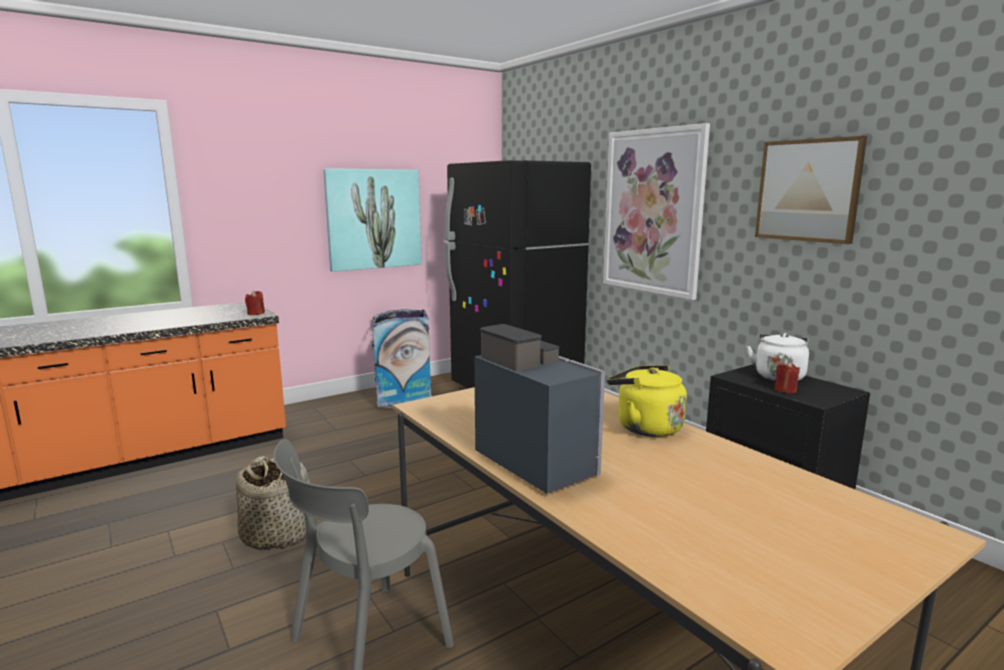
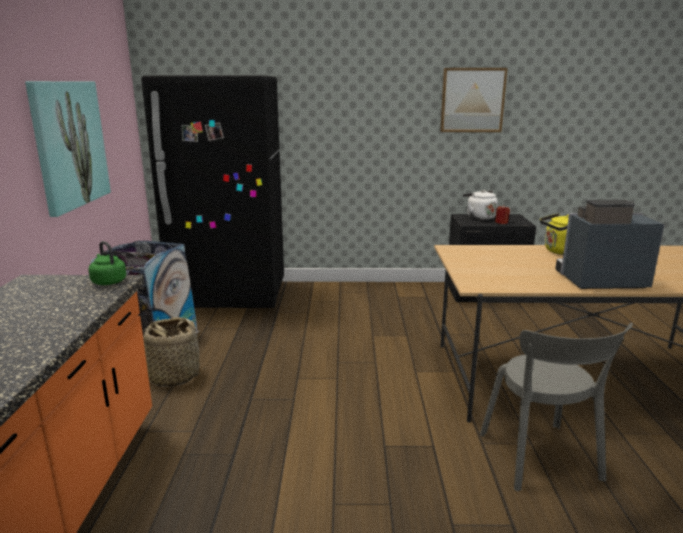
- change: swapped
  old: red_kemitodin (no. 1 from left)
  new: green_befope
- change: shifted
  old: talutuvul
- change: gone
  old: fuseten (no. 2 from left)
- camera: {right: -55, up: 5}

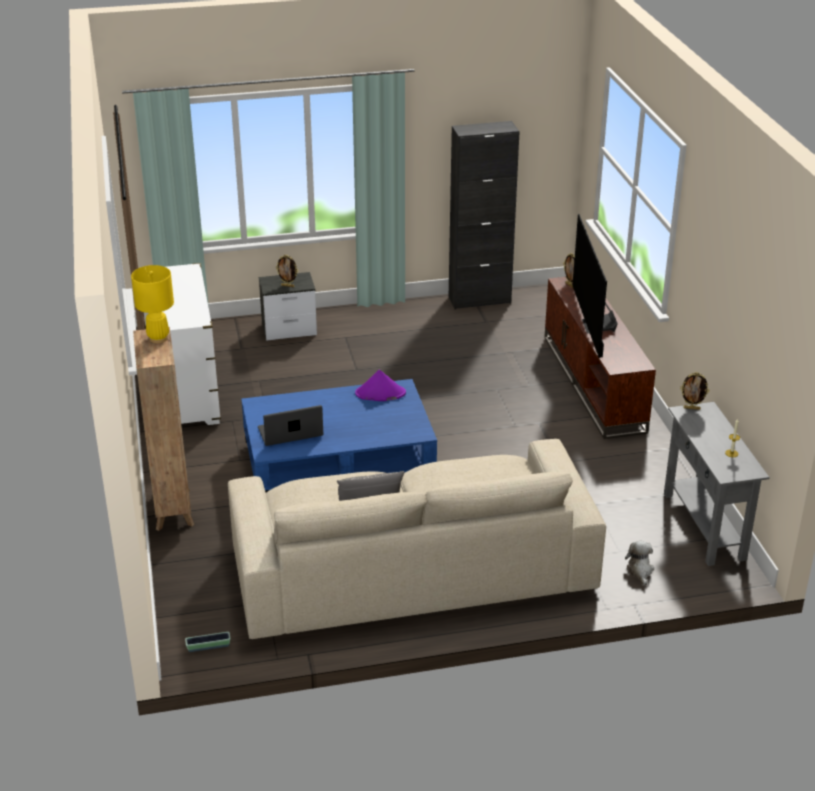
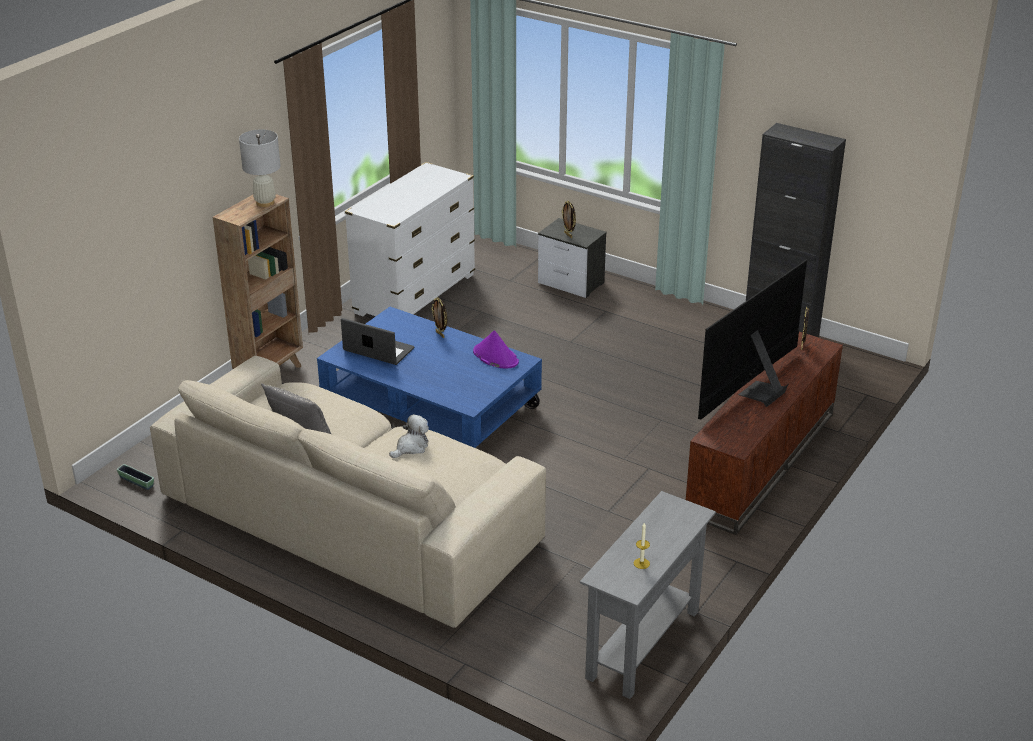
- change: repainted
  old: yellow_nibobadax
  new: white_nibobadax
- change: shifted
  old: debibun
- change: shifted
  old: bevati (no. 3 from left in the first image)
  new: bevati (no. 1 from left)
- camera: {right: 45, up: 0}

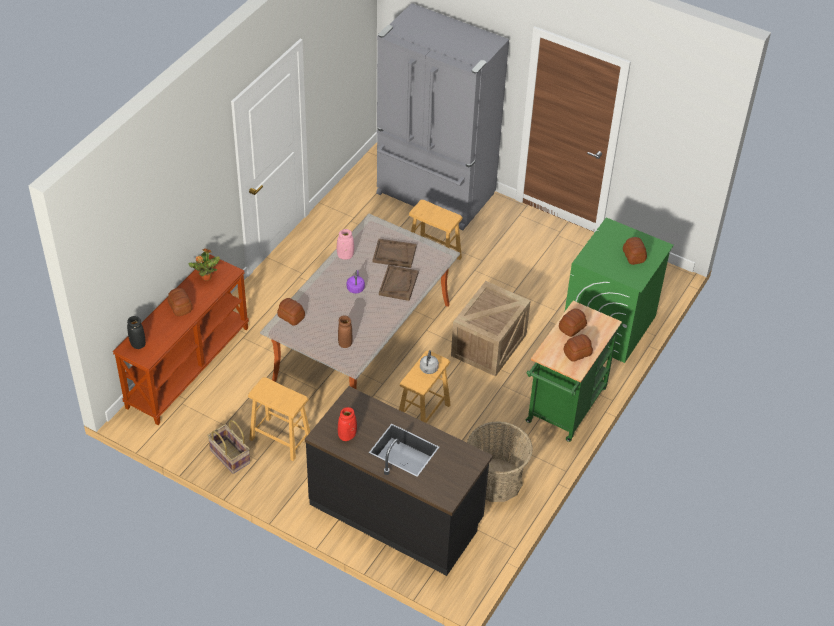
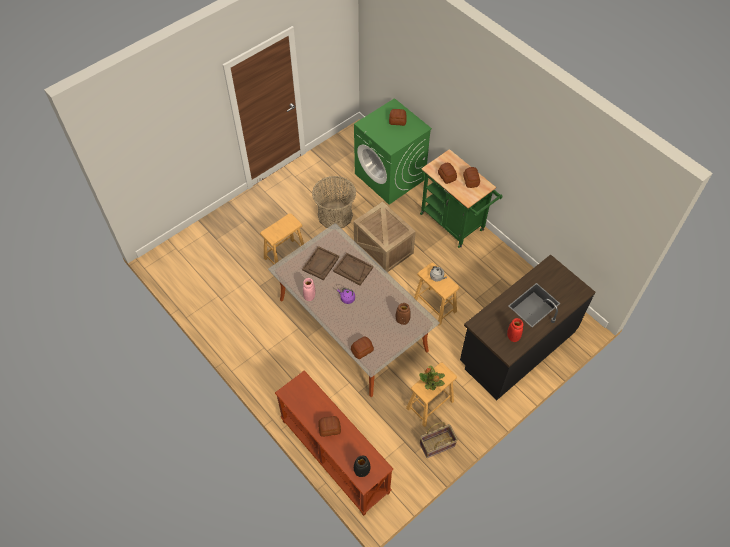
- change: shifted
  old: talutuvul (no. 2 from left in the first image)
  new: talutuvul (no. 1 from left)
- change: shifted
  old: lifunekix
- change: gone
  old: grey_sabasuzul
- camera: {right: -70, up: 10}

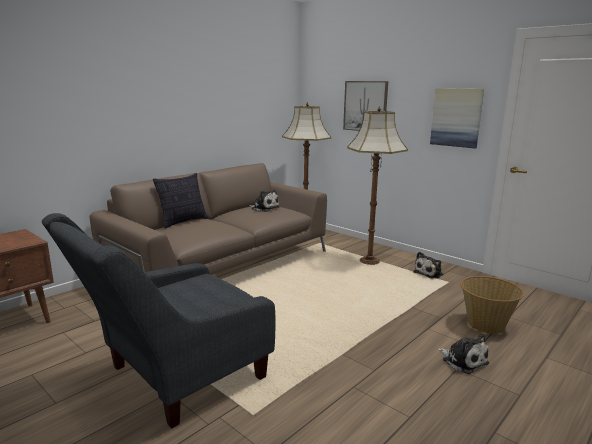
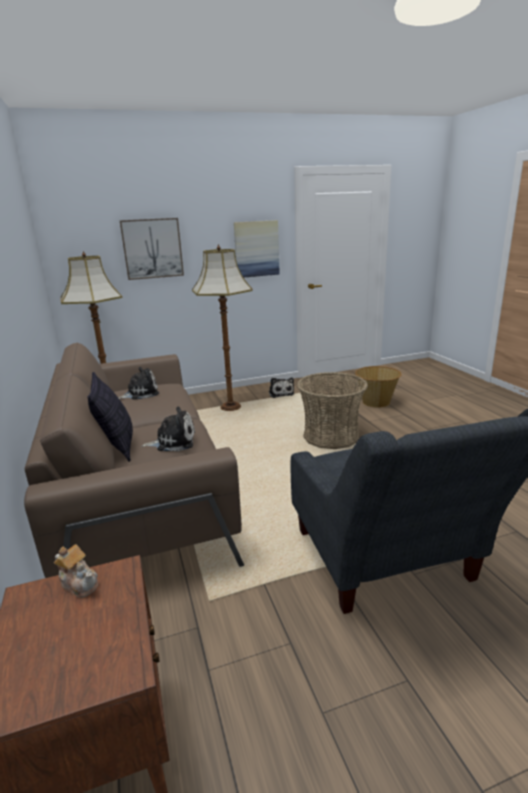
- change: new
  new: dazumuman
- change: shifted
  old: debibun (no. 3 from left in the first image)
  new: debibun (no. 2 from left)
- change: new
  new: talutuvul (no. 1 from left)
- camera: {right: -60, up: 5}

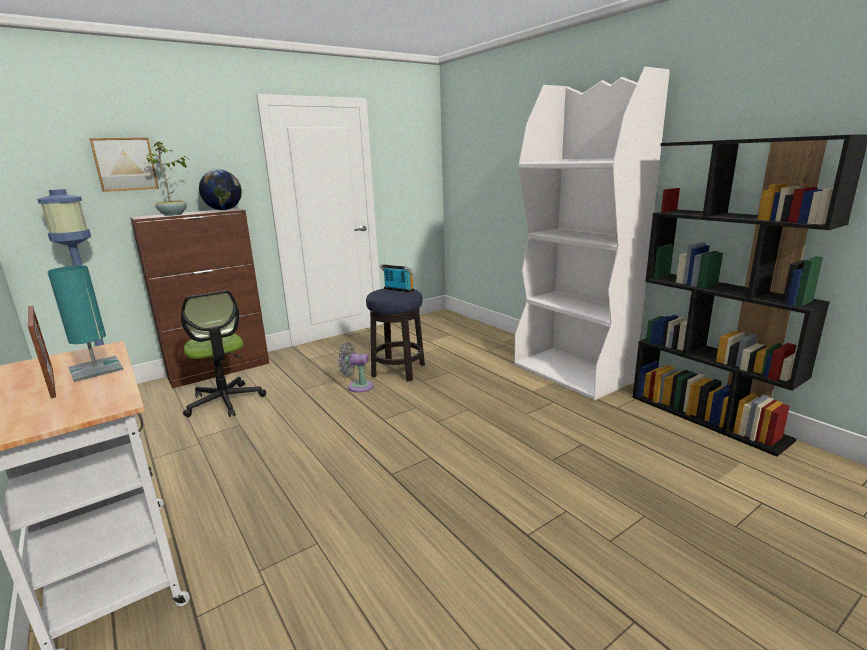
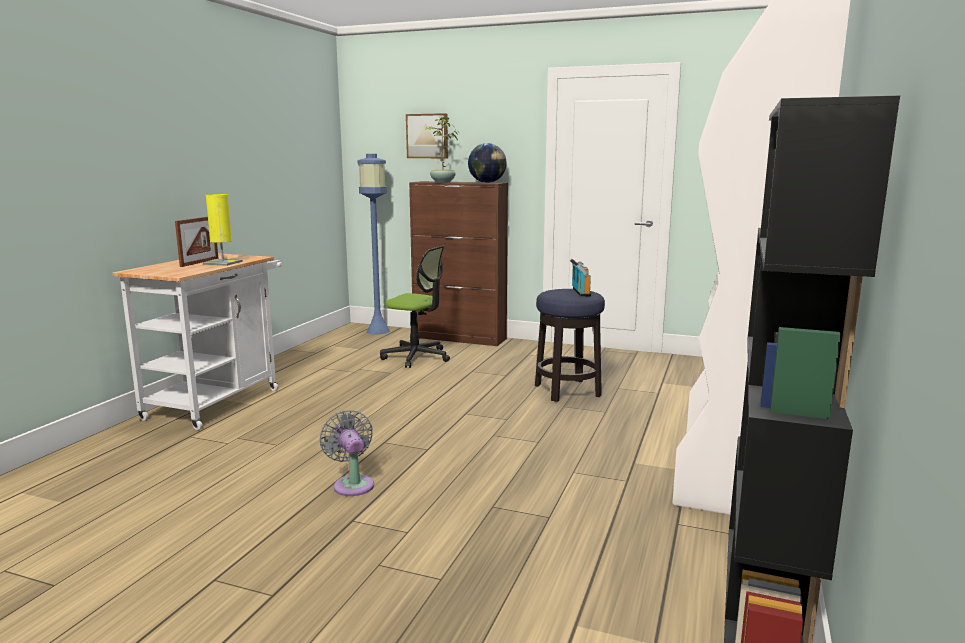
- change: repainted
  old: turquoise_nibobadax
  new: yellow_nibobadax
- change: shifted
  old: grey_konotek
- change: rotated
  old: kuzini
  degrees: -90
- camera: {right: 55, up: -5}

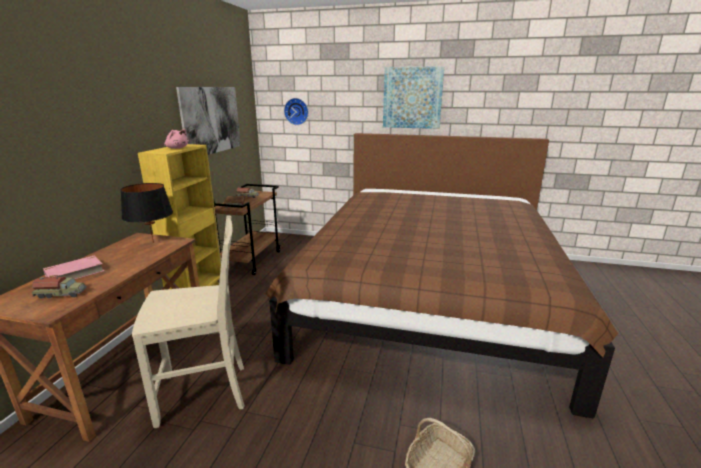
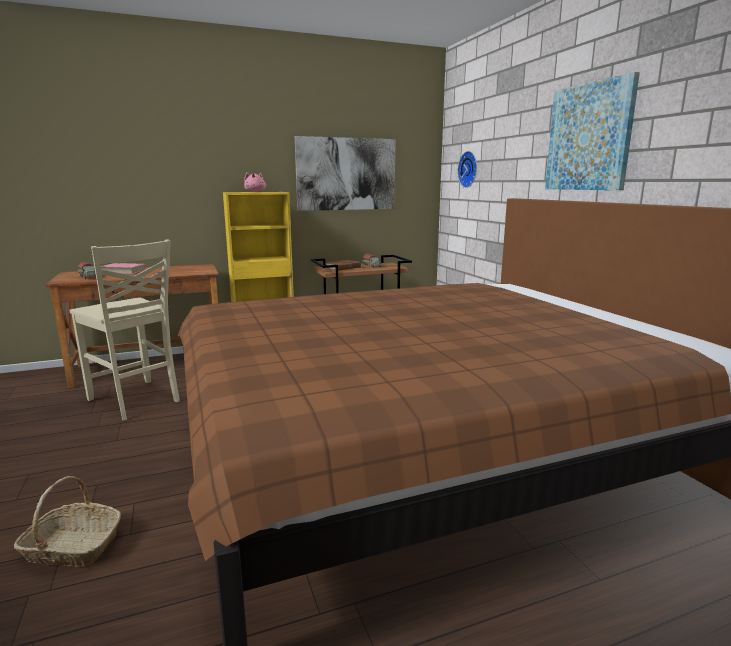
- change: gone
  old: black_nibobadax
- camera: {right: 55, up: -5}

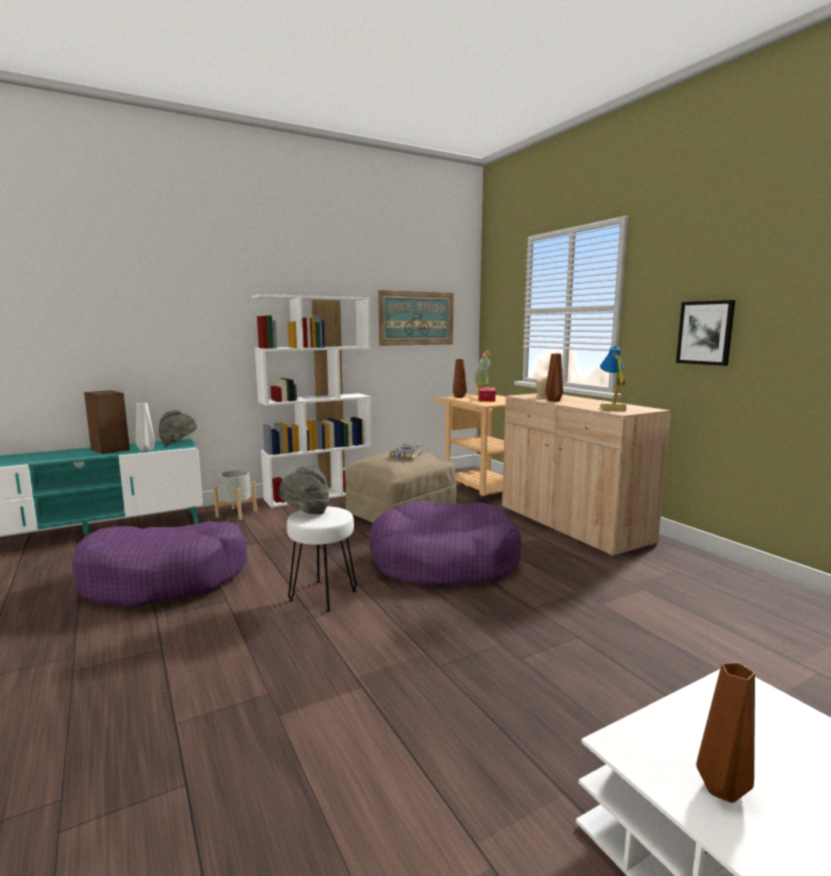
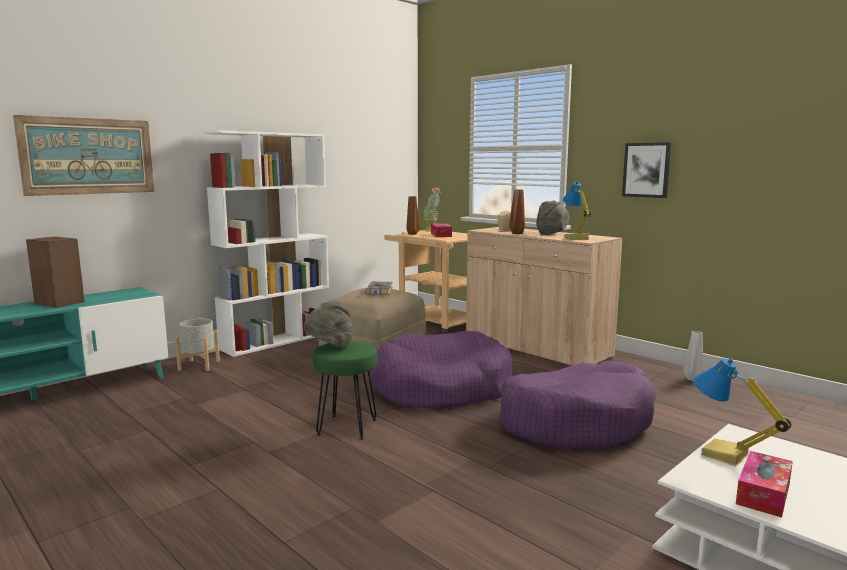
- change: shifted
  old: fuseten (no. 1 from left)
- change: repainted
  old: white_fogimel
  new: green_fogimel
- change: shifted
  old: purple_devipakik (no. 1 from left in the first image)
  new: purple_devipakik (no. 2 from left)
- change: shifted
  old: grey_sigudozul (no. 1 from left in the first image)
  new: grey_sigudozul (no. 2 from left)
- change: shifted
  old: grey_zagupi
- change: new
  new: nibobadax (no. 2 from left)
- change: swapped
  old: brown_zagupi (no. 3 from left)
  new: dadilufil (no. 2 from left)
- camera: {right: -15, up: 0}

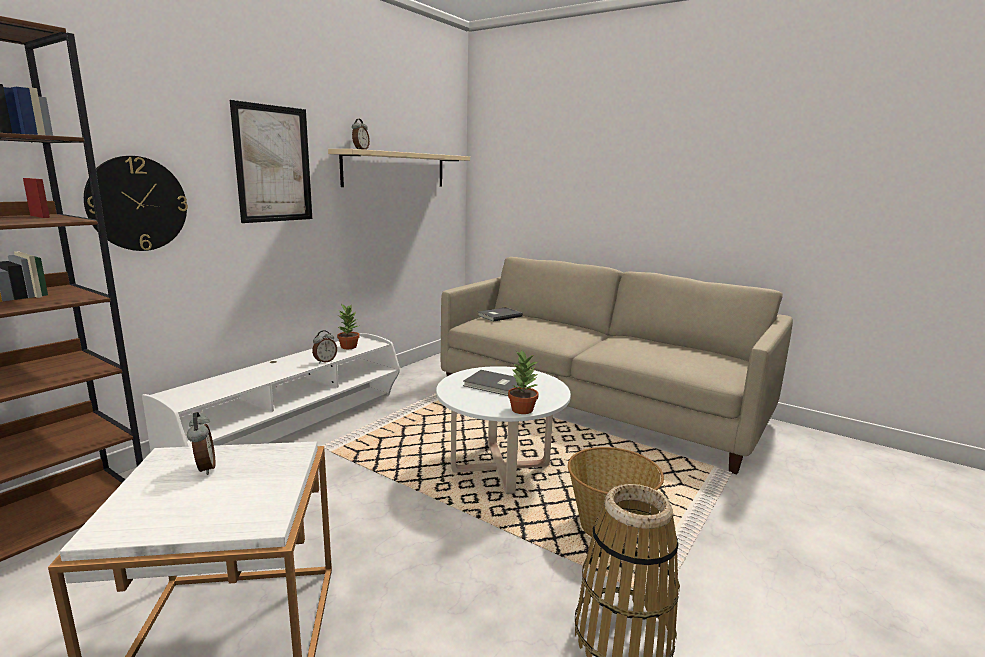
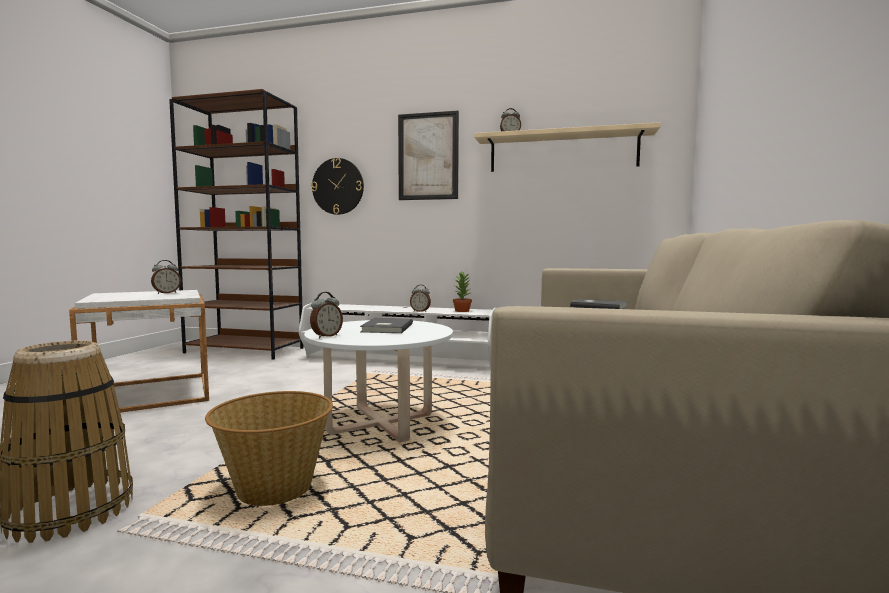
- change: swapped
  old: lifunekix (no. 2 from left)
  new: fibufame (no. 2 from left)
- camera: {right: 70, up: -10}

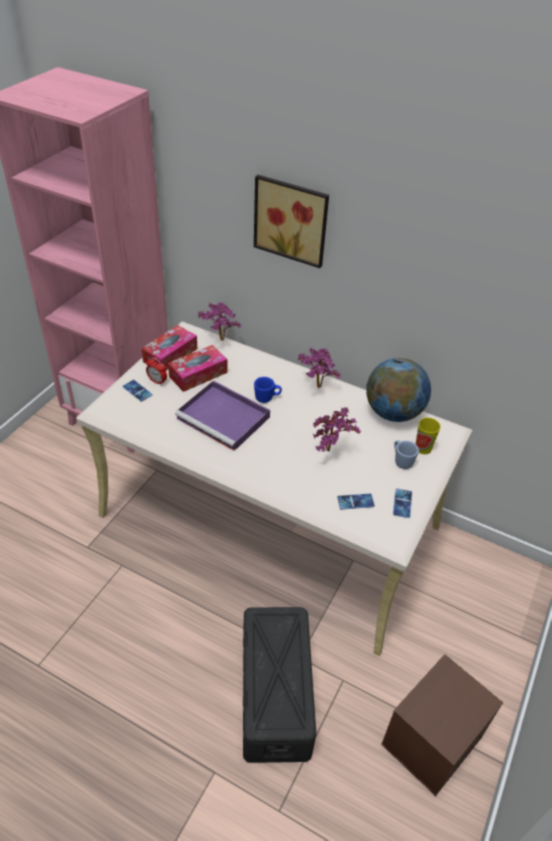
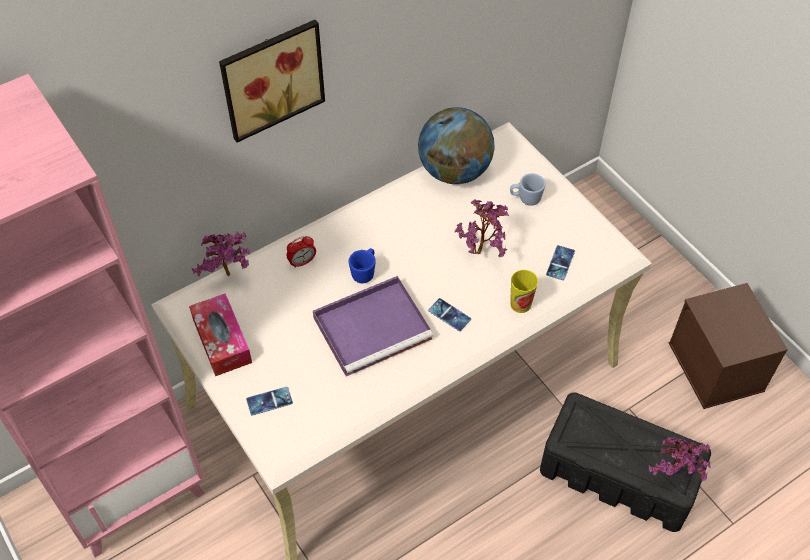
- change: shifted
  old: fibufame
- change: shifted
  old: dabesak (no. 3 from left in the first image)
  new: dabesak (no. 2 from left)
- change: shifted
  old: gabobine
- change: shifted
  old: lifunekix (no. 2 from left in the first image)
  new: lifunekix (no. 3 from left)
- change: gone
  old: dadilufil (no. 2 from left)
- camera: {right: -60, up: 10}

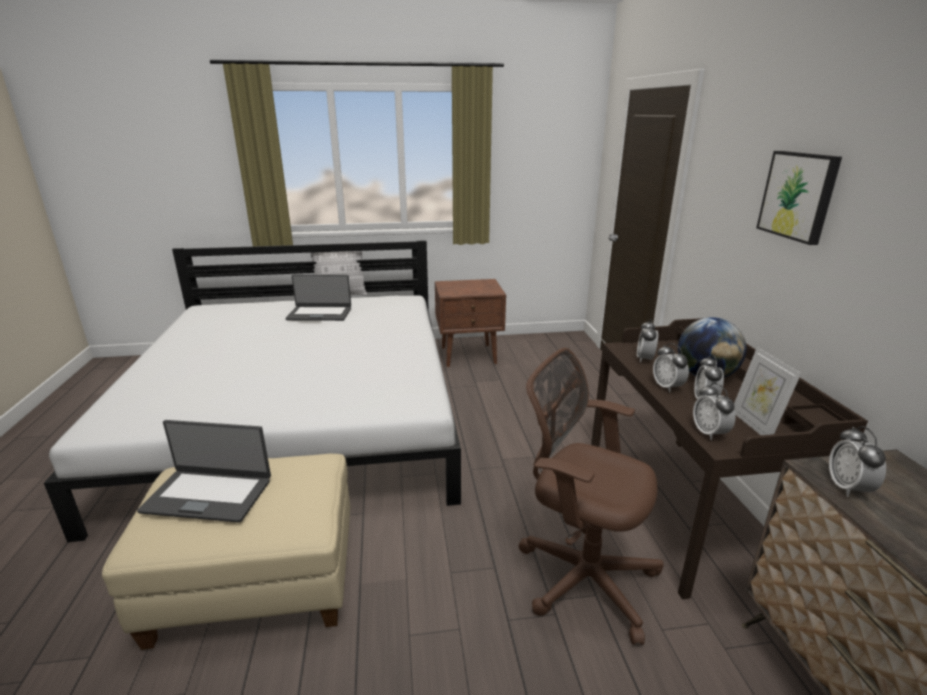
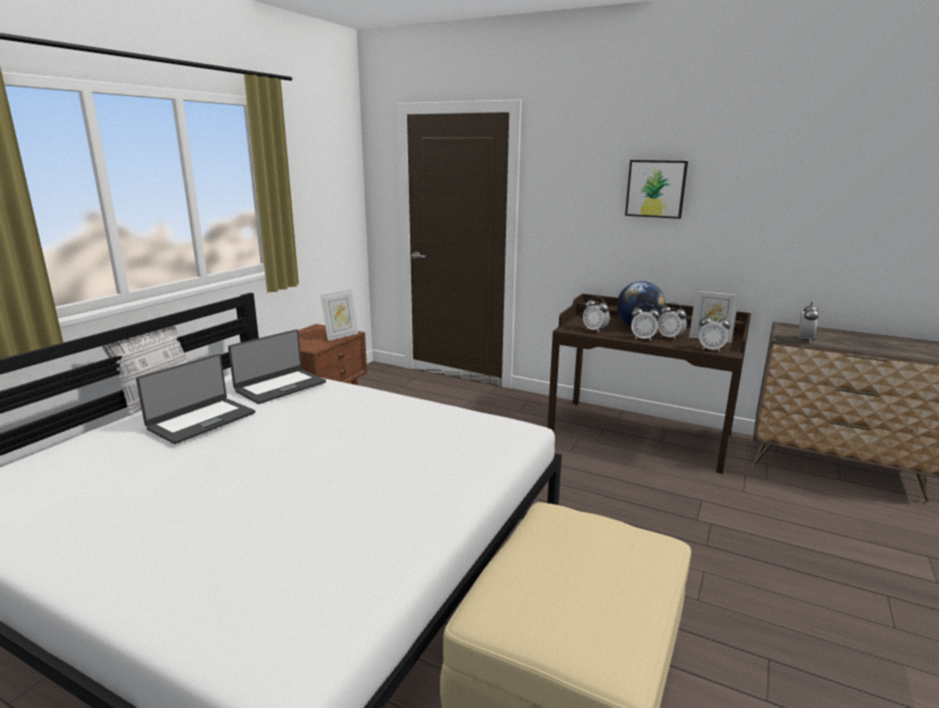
- change: shifted
  old: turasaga (no. 1 from left in the first image)
  new: turasaga (no. 2 from left)
- change: new
  new: bevati (no. 1 from left)
- change: rotated
  old: fibufame (no. 5 from left)
  degrees: -105
- change: gone
  old: brown_kuzini
- camera: {right: -55, up: -5}

